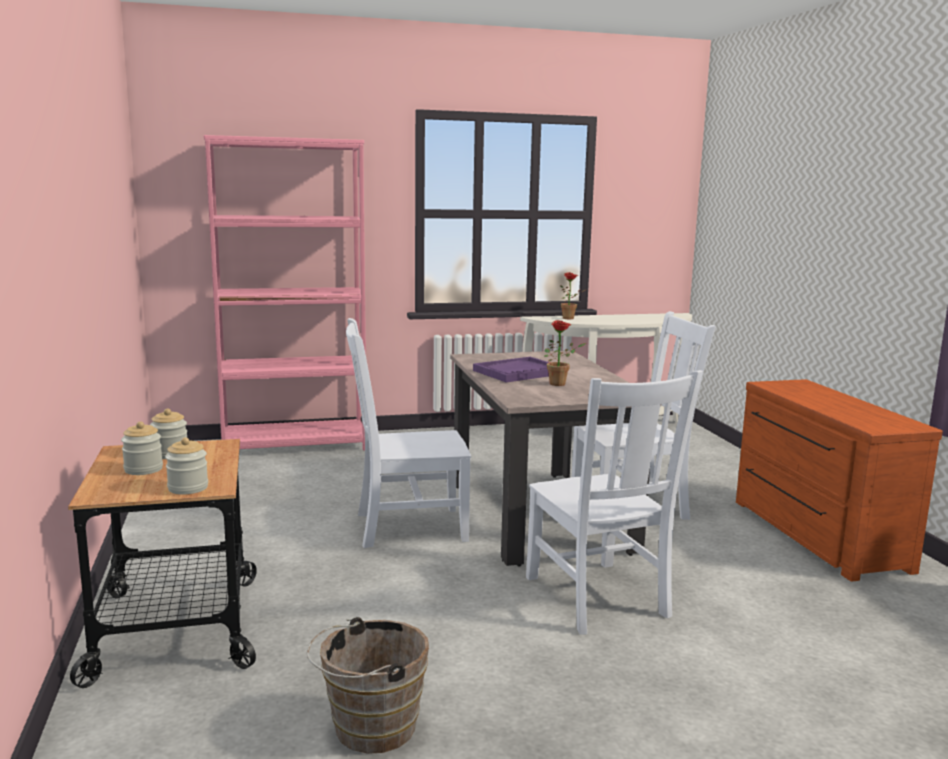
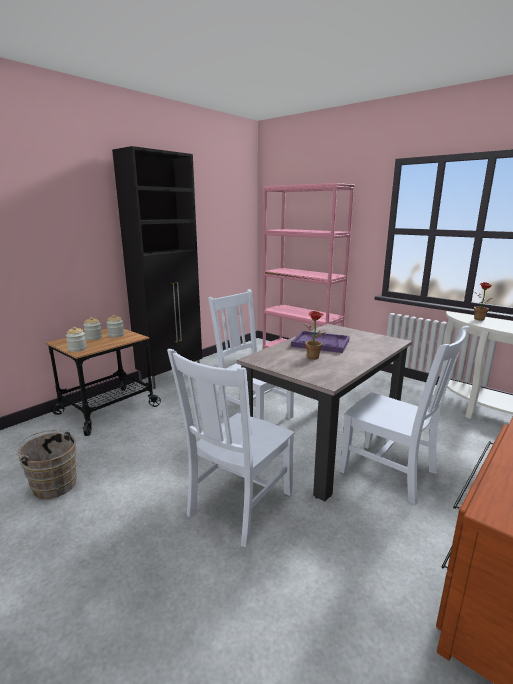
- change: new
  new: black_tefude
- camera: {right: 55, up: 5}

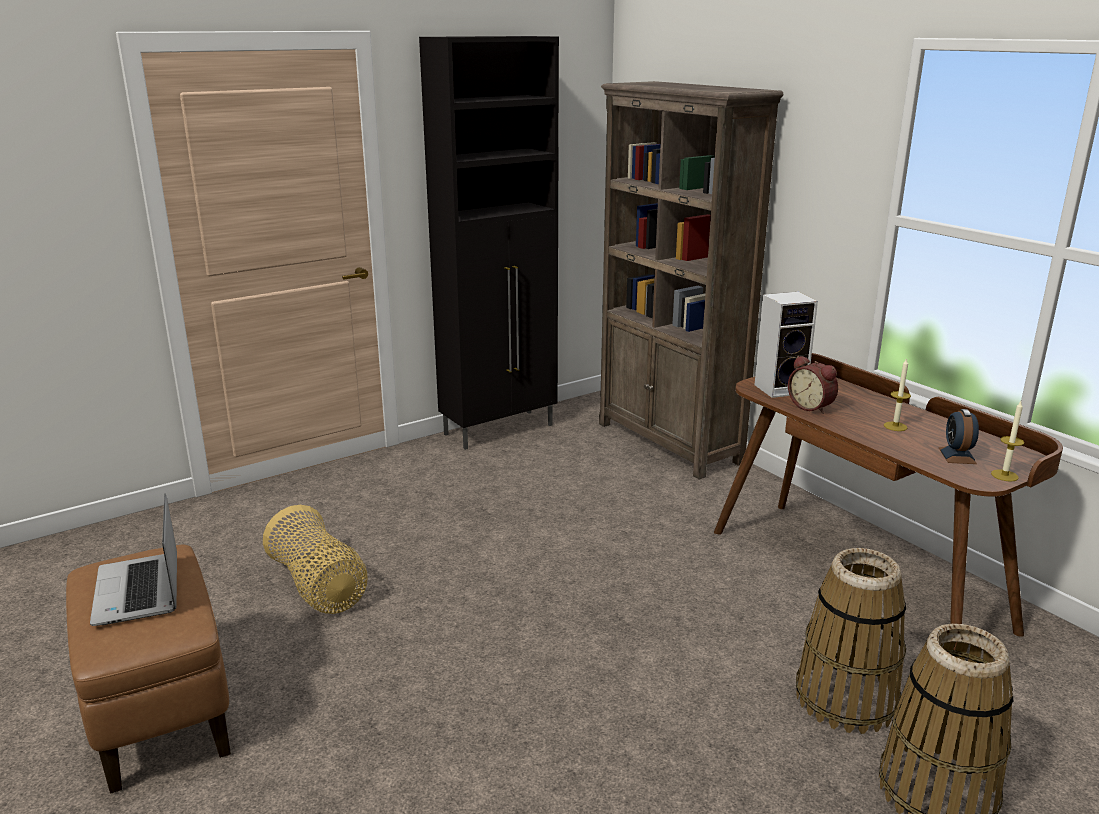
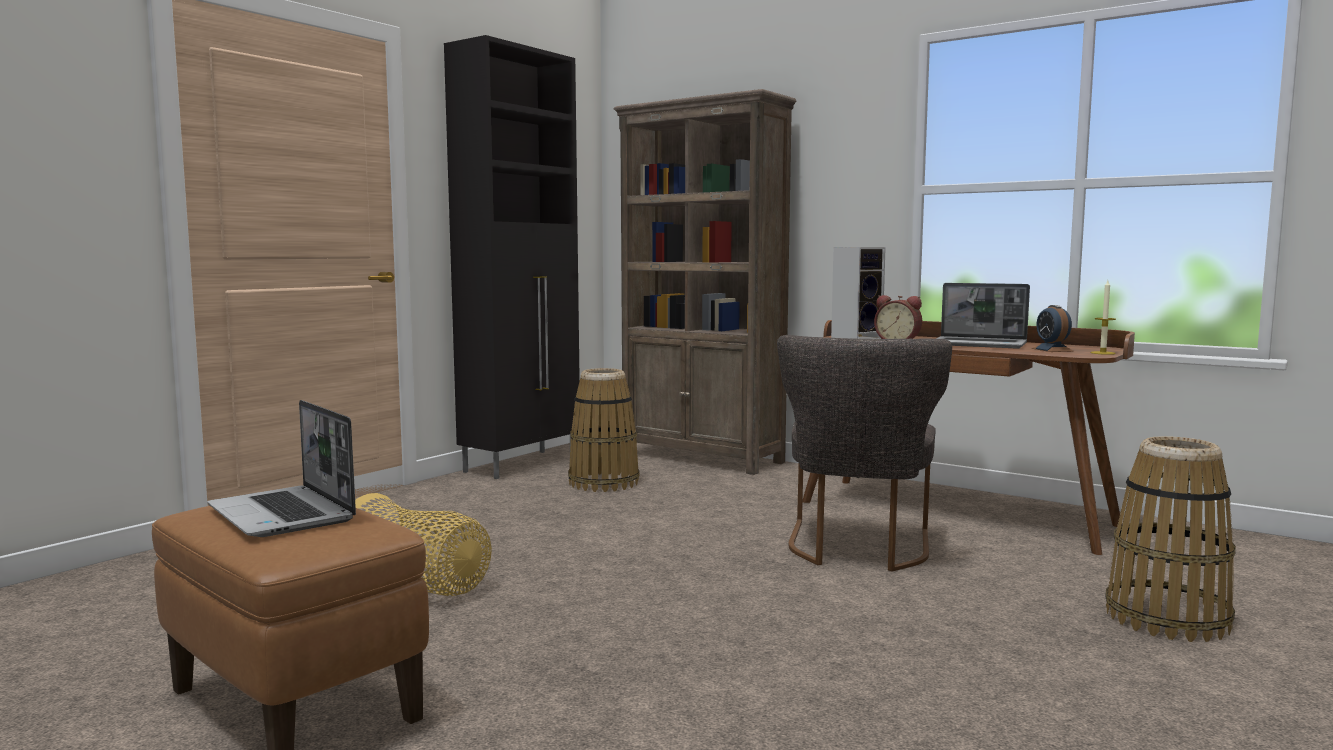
- change: shifted
  old: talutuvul (no. 2 from left)
- change: new
  new: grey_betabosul
- change: swapped
  old: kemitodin (no. 1 from left)
  new: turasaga (no. 2 from left)
- camera: {right: -20, up: -15}

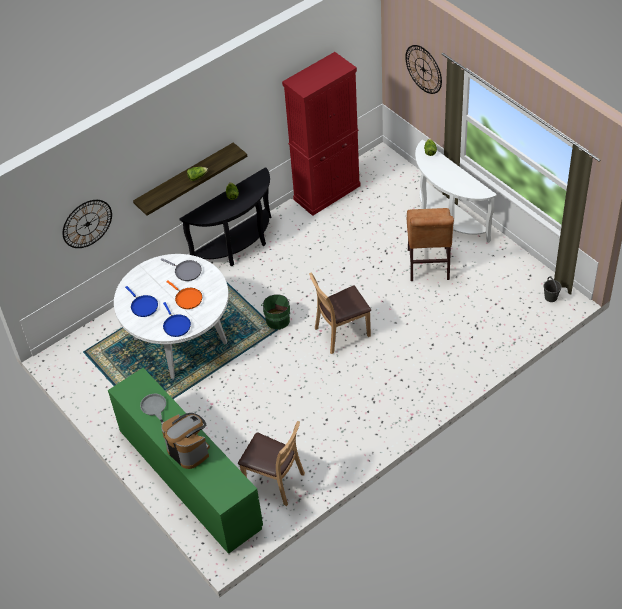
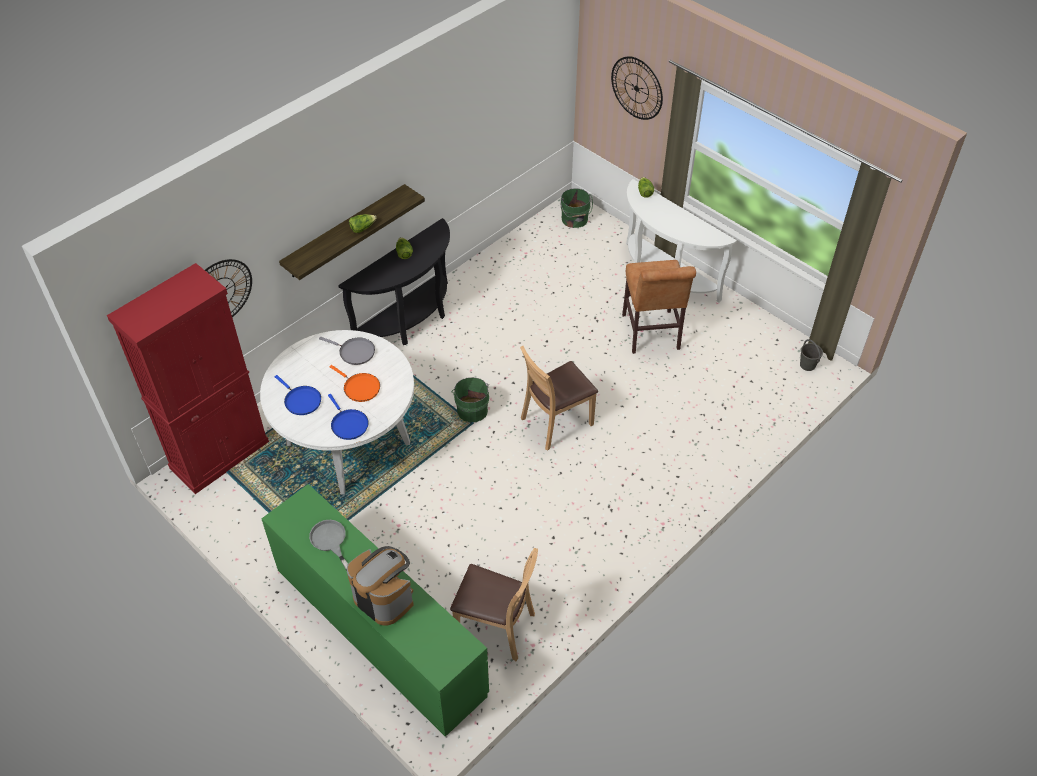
- change: shifted
  old: red_tefude
- change: new
  new: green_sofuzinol (no. 2 from left)
- camera: {right: -10, up: 0}

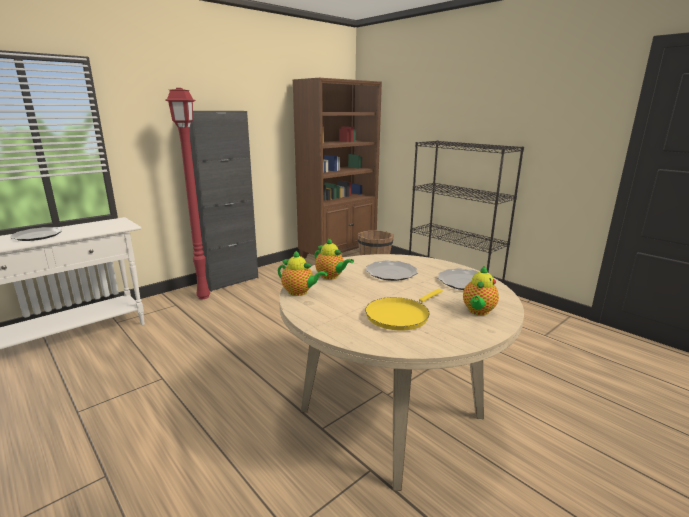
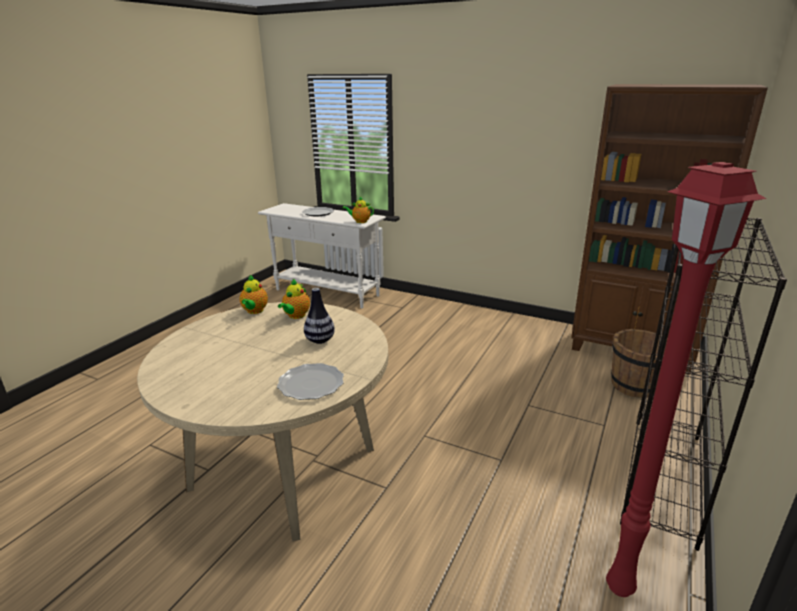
- change: swapped
  old: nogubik (no. 2 from left)
  new: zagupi
- change: shifted
  old: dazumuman (no. 3 from left)
- change: shifted
  old: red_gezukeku
- change: gone
  old: black_tefude
- change: gone
  old: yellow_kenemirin
- camera: {right: 70, up: 5}

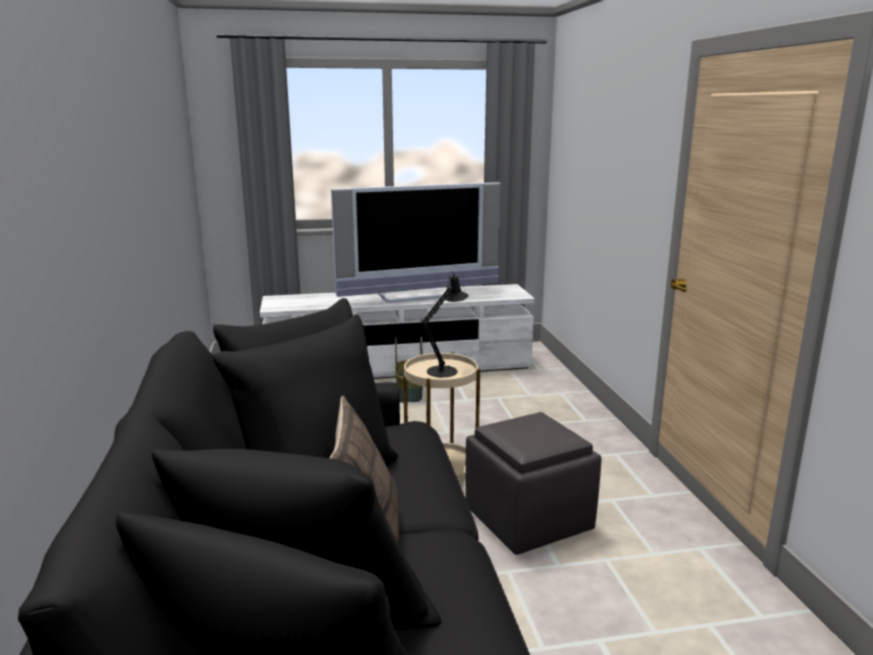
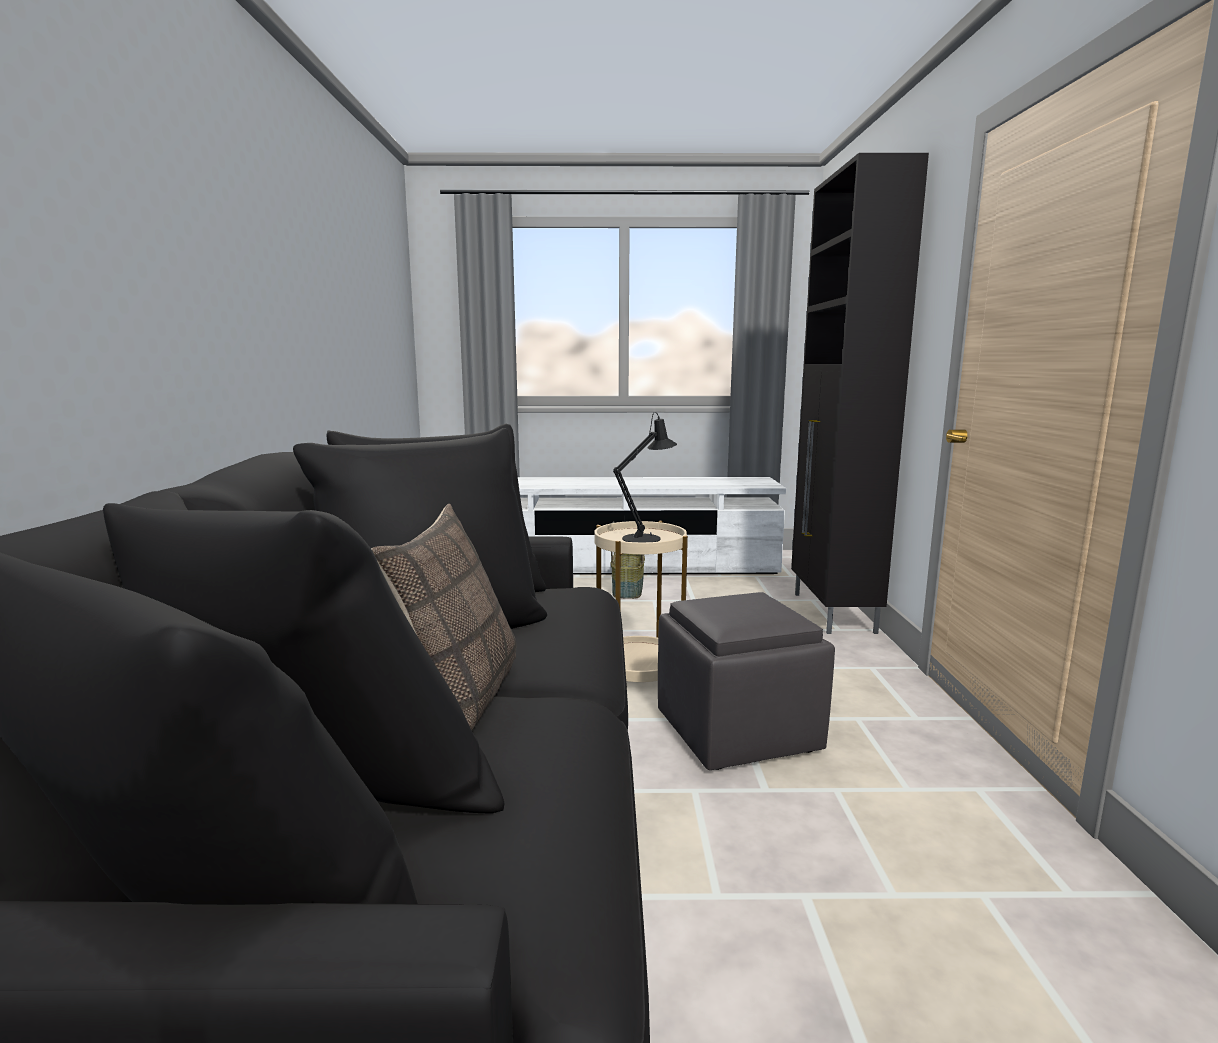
- change: new
  new: black_tefude
- change: gone
  old: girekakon
- camera: {right: 10, up: -5}

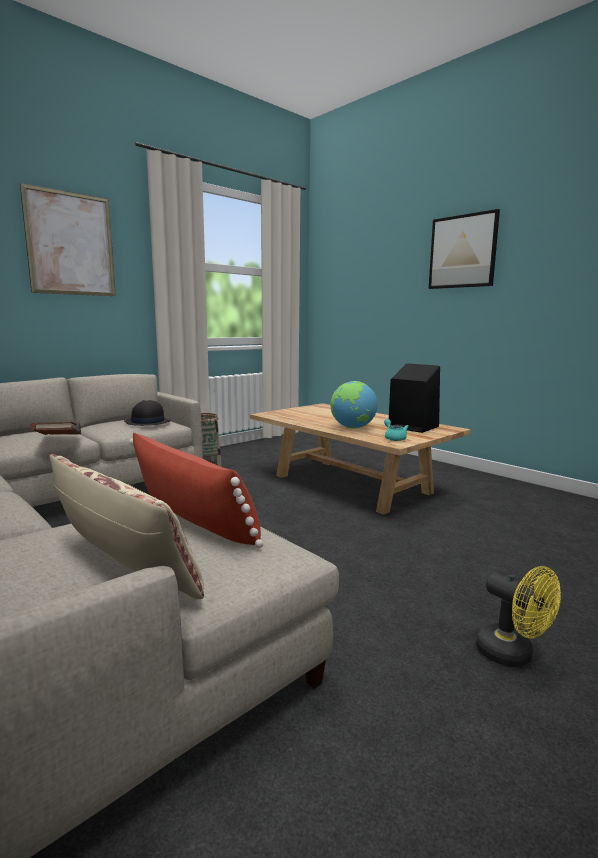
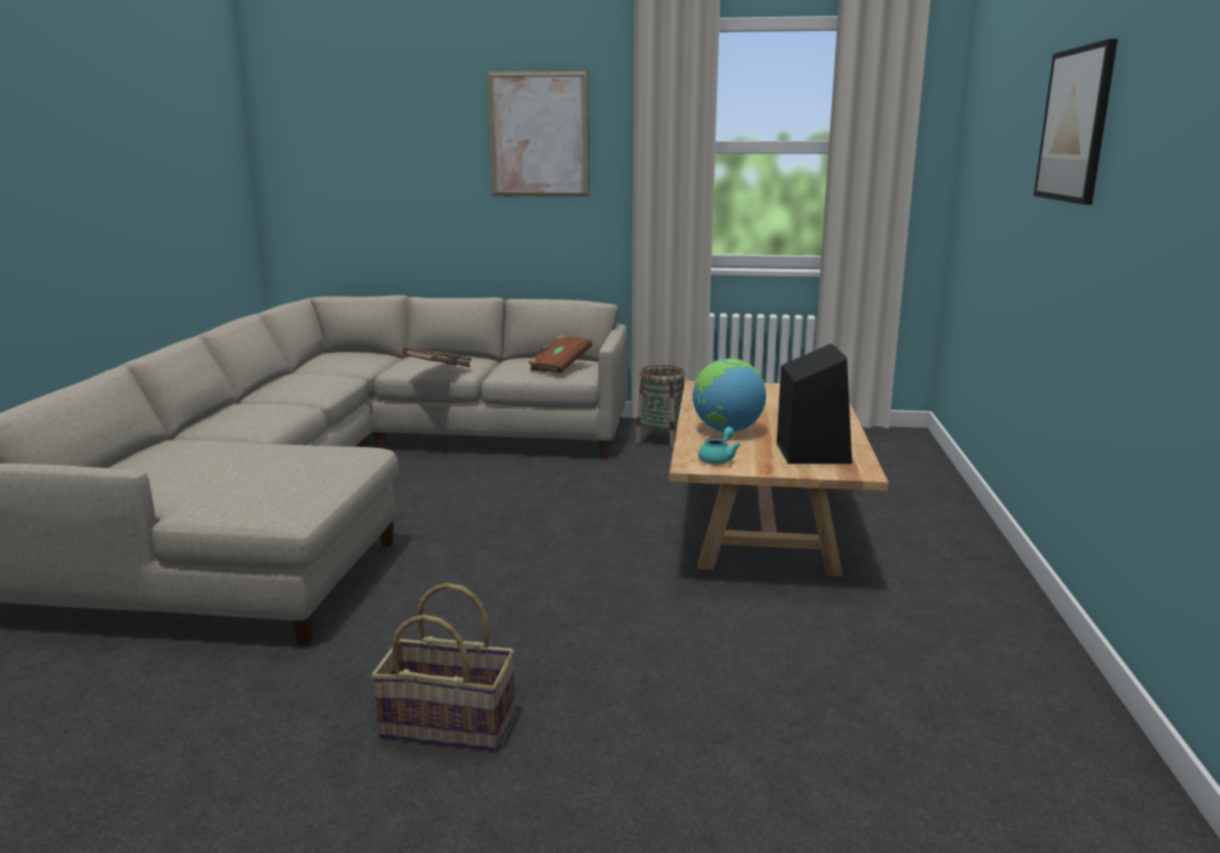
- change: swapped
  old: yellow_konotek
  new: talutuvul (no. 1 from left)
- change: swapped
  old: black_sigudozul
  new: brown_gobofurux (no. 2 from left)
- change: gone
  old: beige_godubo
- change: gone
  old: red_godubo
- camera: {right: 50, up: 5}

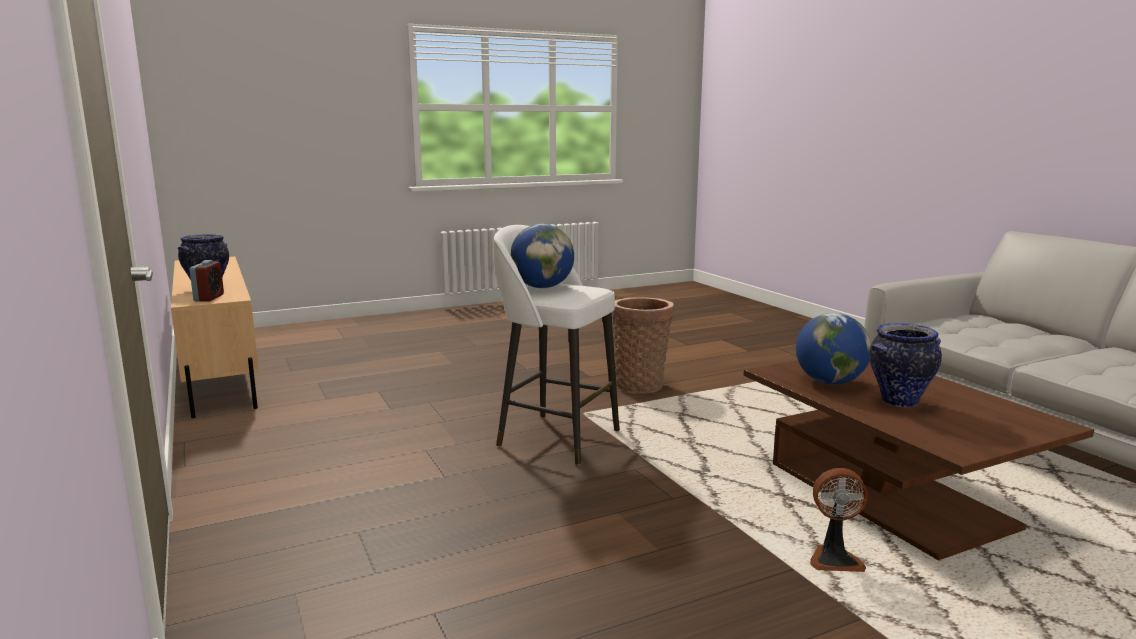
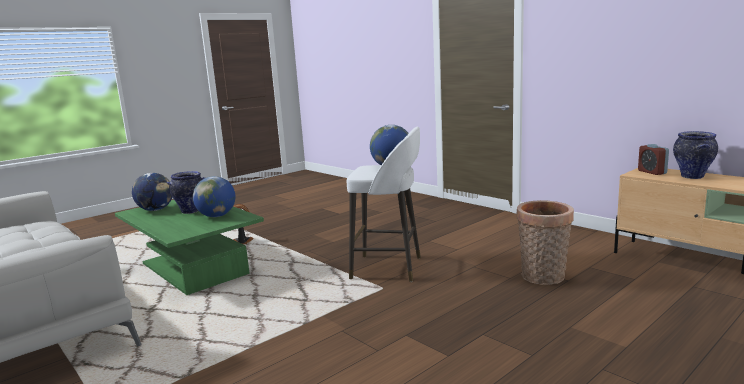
- change: repainted
  old: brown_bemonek
  new: green_bemonek
- change: new
  new: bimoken (no. 1 from left)
- change: shifted
  old: talutuvul
- camera: {right: 165, up: 0}

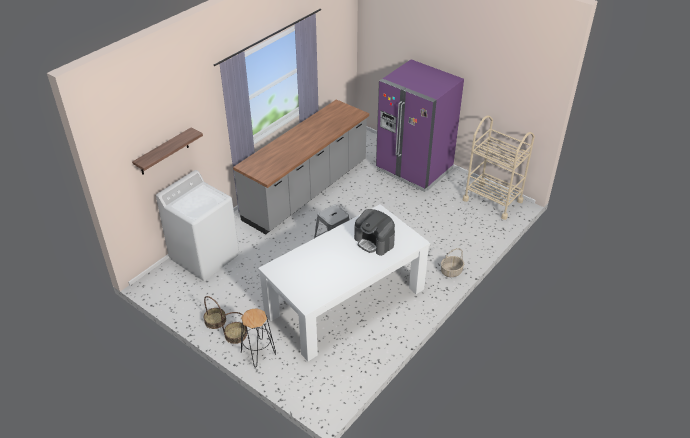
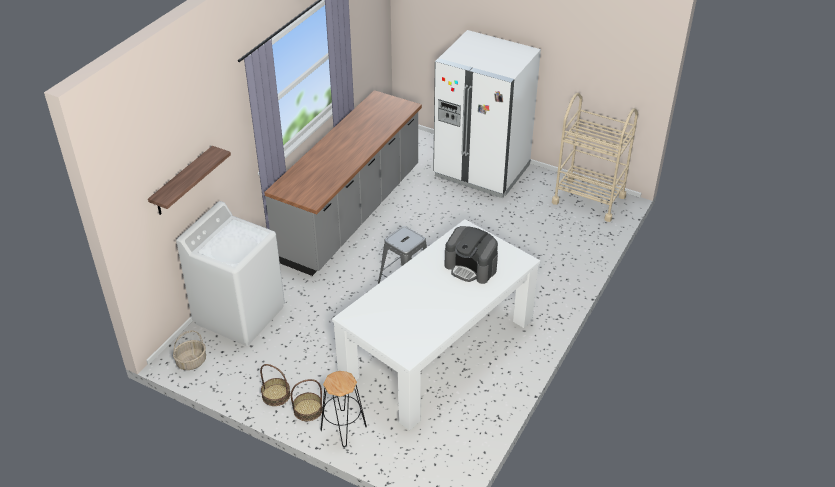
- change: shifted
  old: talutuvul (no. 3 from left in the first image)
  new: talutuvul (no. 1 from left)
- change: repainted
  old: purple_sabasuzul
  new: white_sabasuzul
- camera: {right: -10, up: 0}

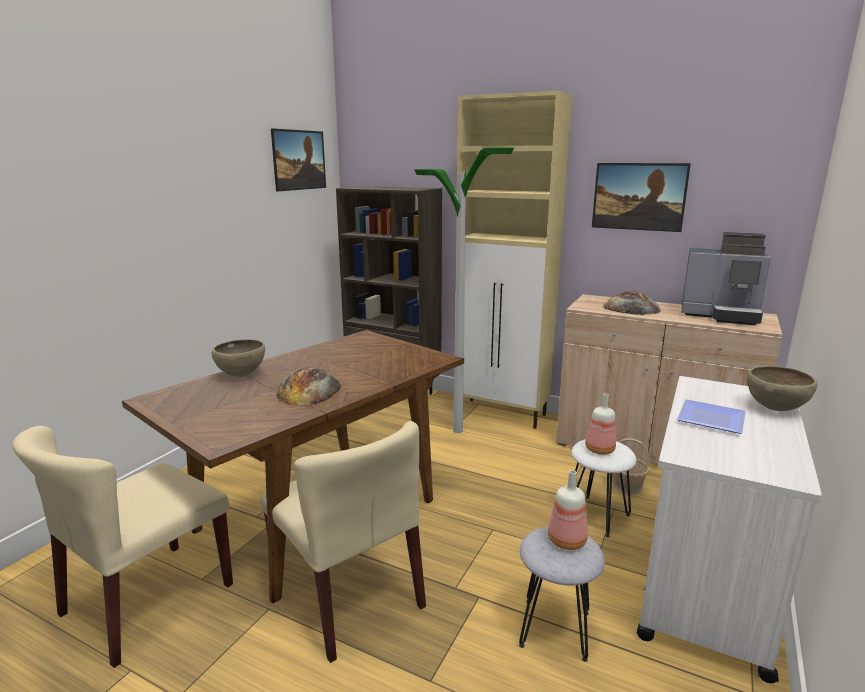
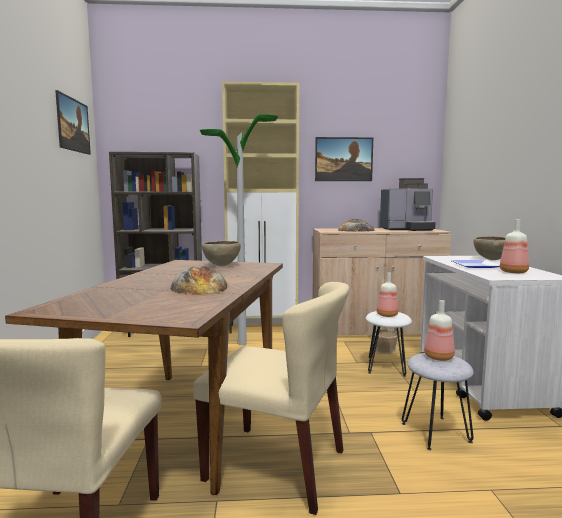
- change: shifted
  old: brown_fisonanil (no. 1 from left)
- change: new
  new: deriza (no. 3 from left)
- camera: {right: -30, up: -10}

